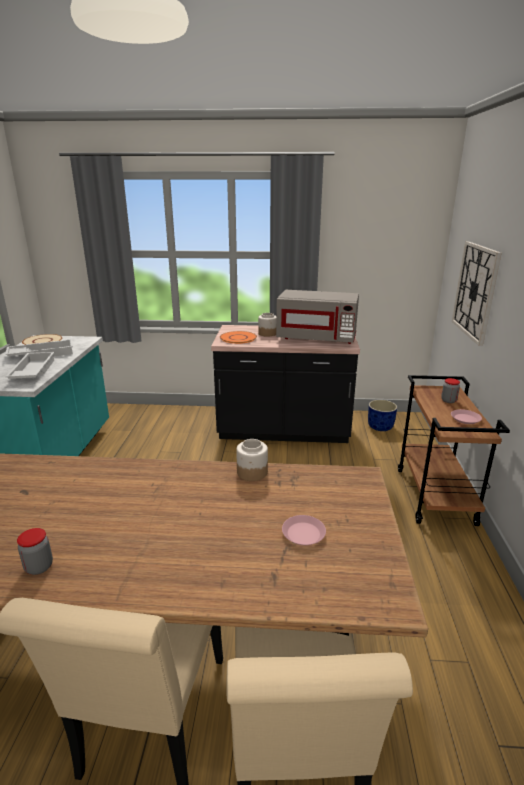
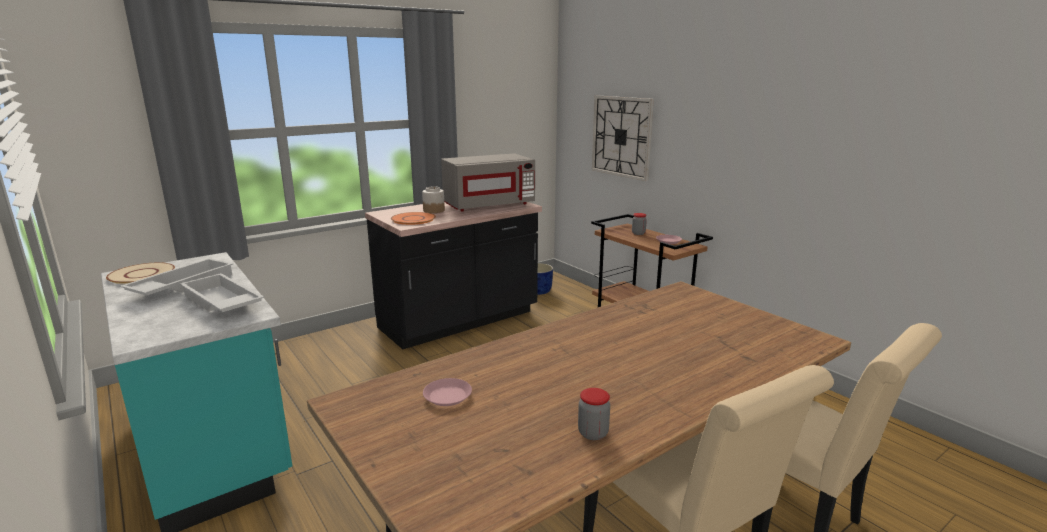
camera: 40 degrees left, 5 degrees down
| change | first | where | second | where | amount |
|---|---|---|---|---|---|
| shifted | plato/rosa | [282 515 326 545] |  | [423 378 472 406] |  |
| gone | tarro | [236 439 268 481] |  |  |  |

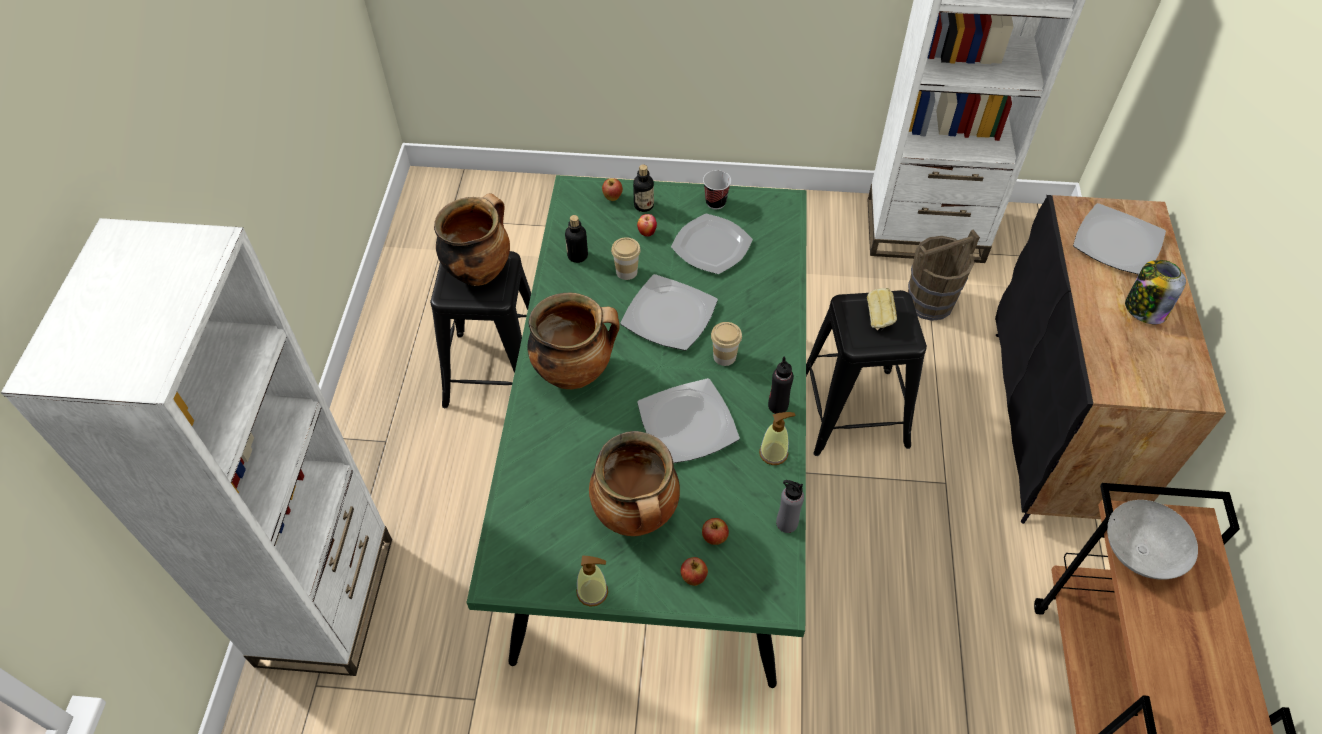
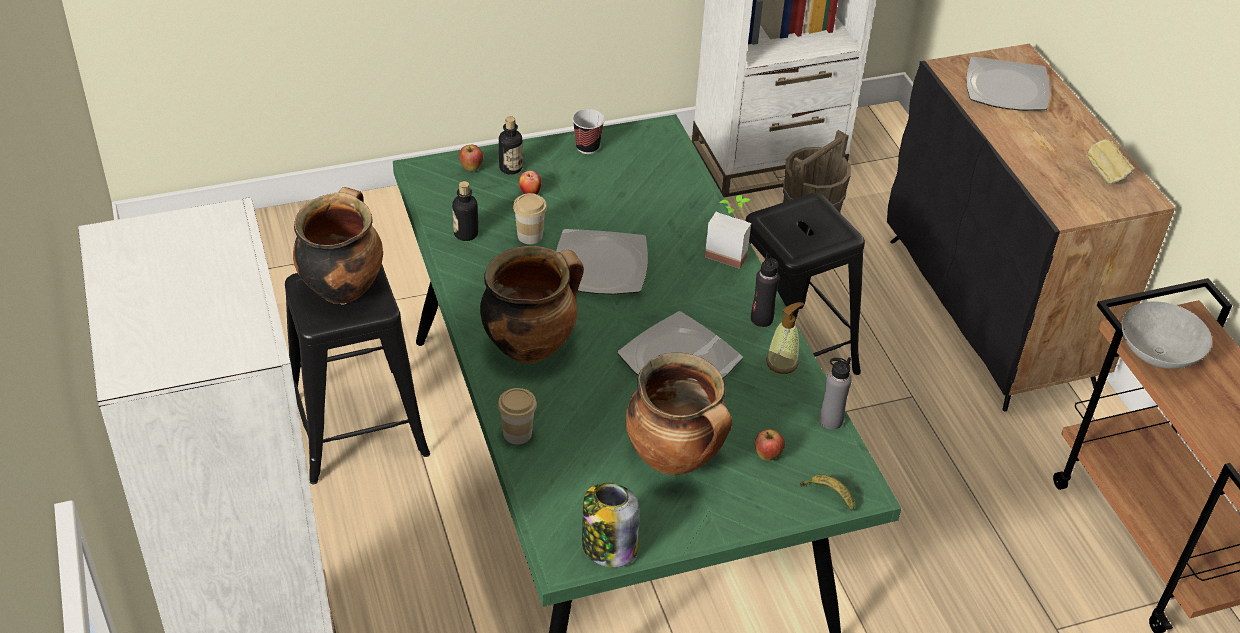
camera: 25 degrees left, 10 degrees down
| change | first | where | second | where | amount |
|---|---|---|---|---|---|
| shifted | taza | [711 322 742 366] |  | [498 388 537 445] |  |
| shifted | tarro | [1125 260 1186 325] |  | [582 483 639 567] |  |
| new |  |  | planta en maceta | [705 195 751 269] |  |
| new |  |  | plátano | [800 474 854 511] |  |
| shifted | pan | [867 288 897 328] |  | [1087 139 1134 184] |  |
| gone | dispensador de jabón | [576 556 608 607] |  |  |  |
| gone | plato | [671 214 753 274] |  |  |  |
| gone | manzana | [680 557 708 586] |  |  |  |

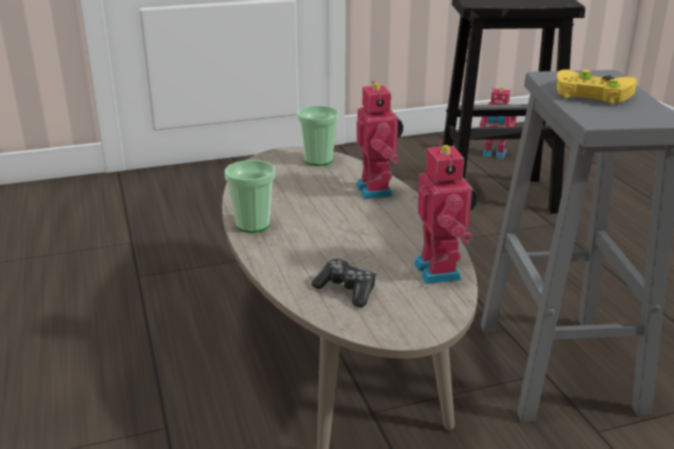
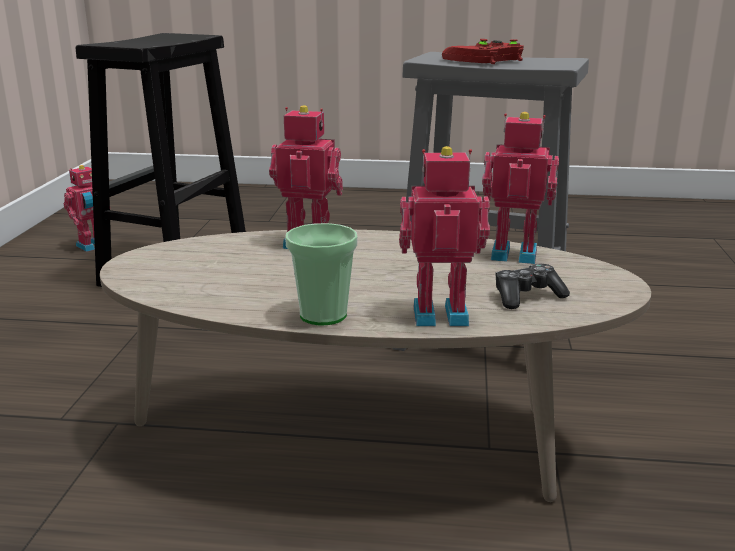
camera: 65 degrees left, 5 degrees down
| change | first | where | second | where | amount |
|---|---|---|---|---|---|
| new |  |  | robot de juguete | [399 146 490 326] |  |
| repainted | mando de consola/amarillo | [556 69 637 105] | mando de consola/rojo | [442 39 524 64] |  |
| gone | taza | [297 106 339 166] |  |  |  |

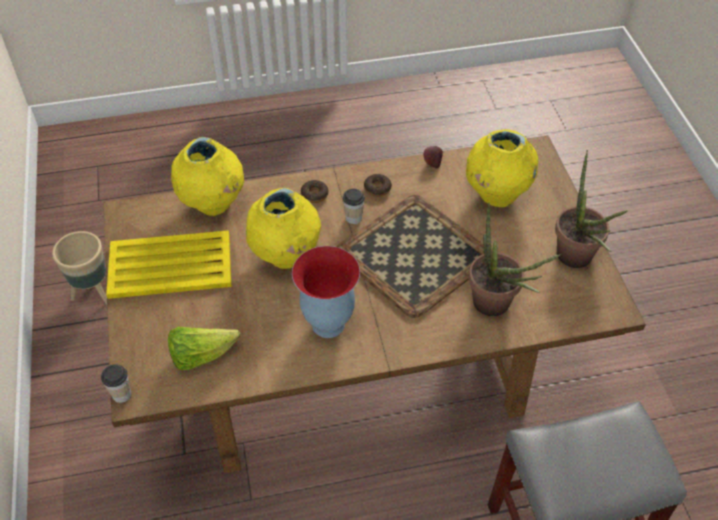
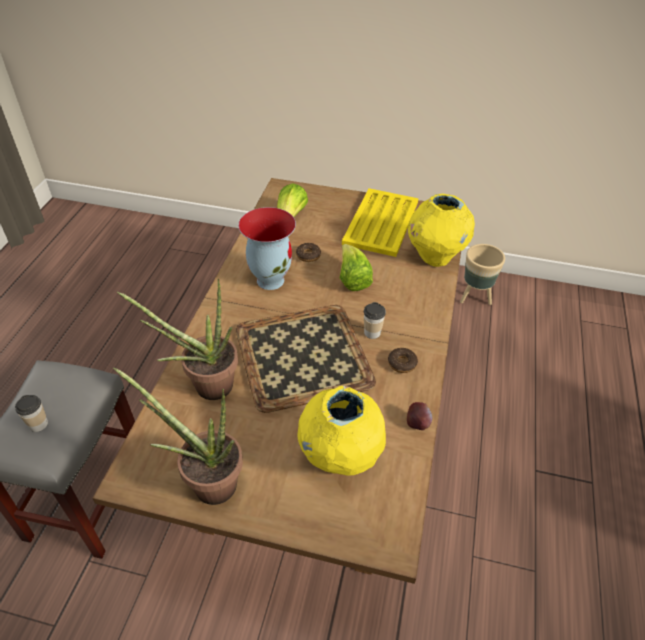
camera: 115 degrees right, 5 degrees down
| change | first | where | second | where | amount |
|---|---|---|---|---|---|
| shifted | taza | [101 364 131 403] |  | [15 395 48 432] |  |
| shifted | rosquilla | [301 180 328 203] |  | [296 243 321 262] |  |
| swapped | florero/amarillo | [246 188 321 269] | lechuga | [340 244 373 291] |  |

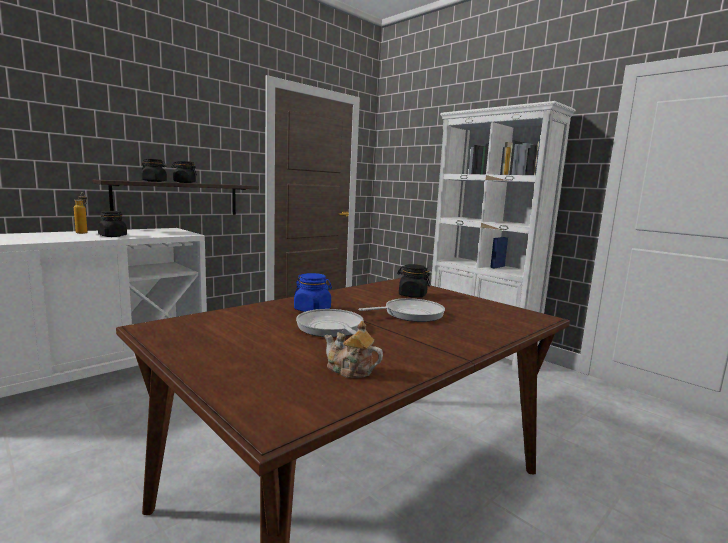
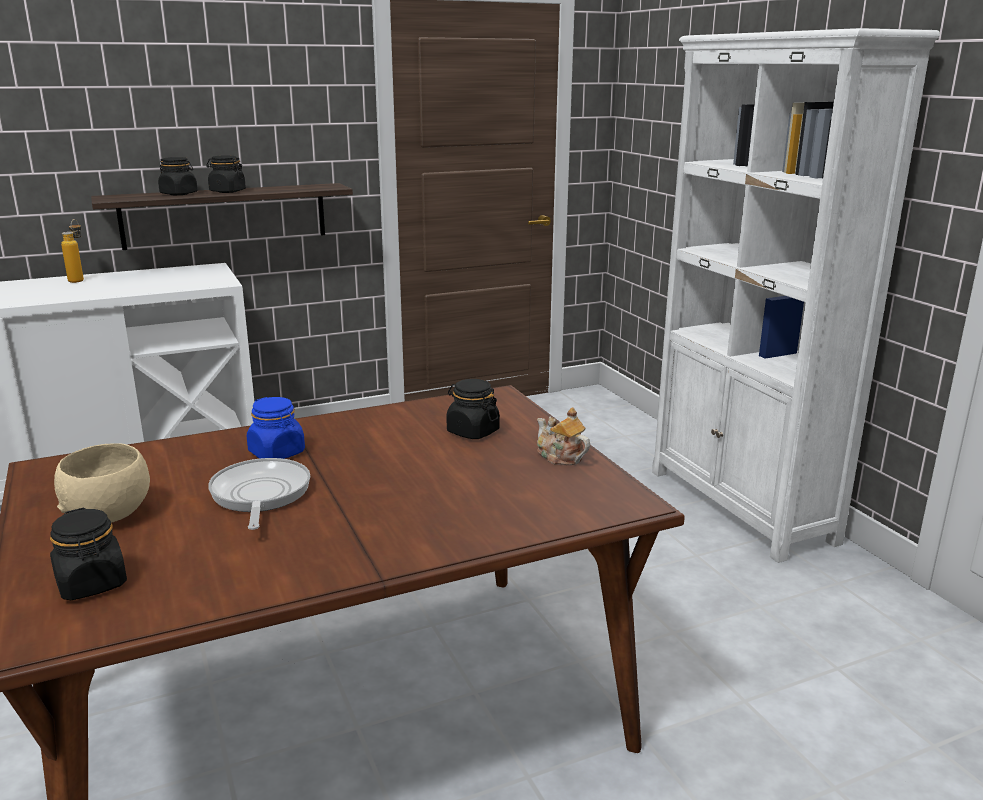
camera: 20 degrees right, 10 degrees up
| change | first | where | second | where | amount |
|---|---|---|---|---|---|
| shifted | tarro/negro | [98 211 127 237] |  | [50 508 127 600] |  |
| new |  |  | cuenco/beis | [54 443 150 523] |  |
| shifted | tetera | [325 321 383 378] |  | [537 407 590 465] |  |
| gone | sartén | [359 298 445 322] |  |  |  |

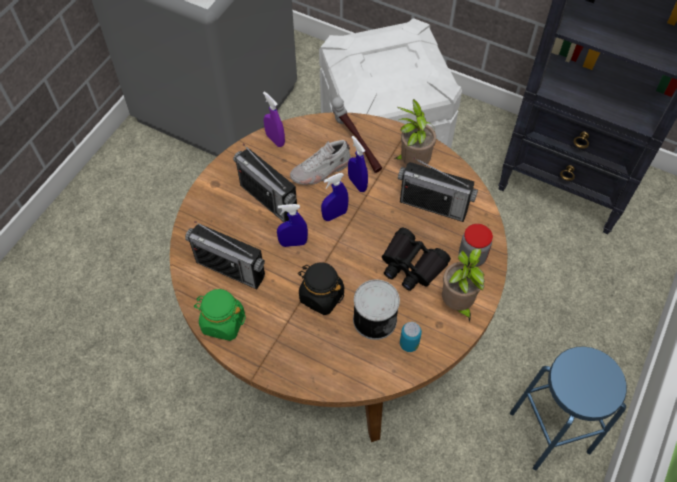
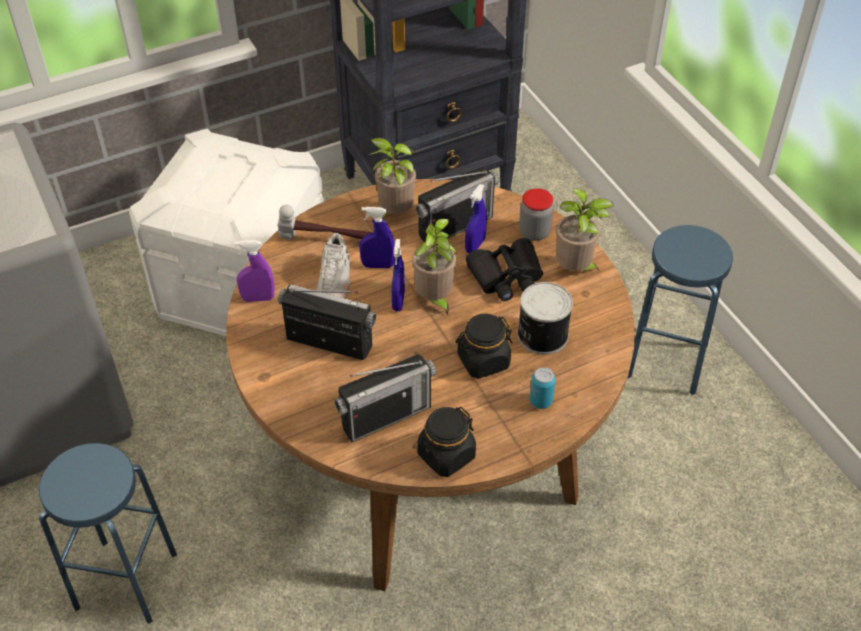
camera: 55 degrees left, 10 degrees down
| change | first | where | second | where | amount |
|---|---|---|---|---|---|
| new |  |  | taburete/azul | [39 443 177 624] |  |
| rotated | radio | [233 144 298 222] |  | [278 284 376 360] | 150 degrees counterclockwise |
| new |  |  | planta en maceta | [412 219 457 316] |  |
| repainted | tarro/verde | [194 289 246 341] | tarro/negro | [417 407 476 477] |  |
| shifted | pulverizador/azul | [277 204 308 247] |  | [465 184 487 254] |  |
| shifted | lata | [400 322 422 352] |  | [530 367 555 409] |  |

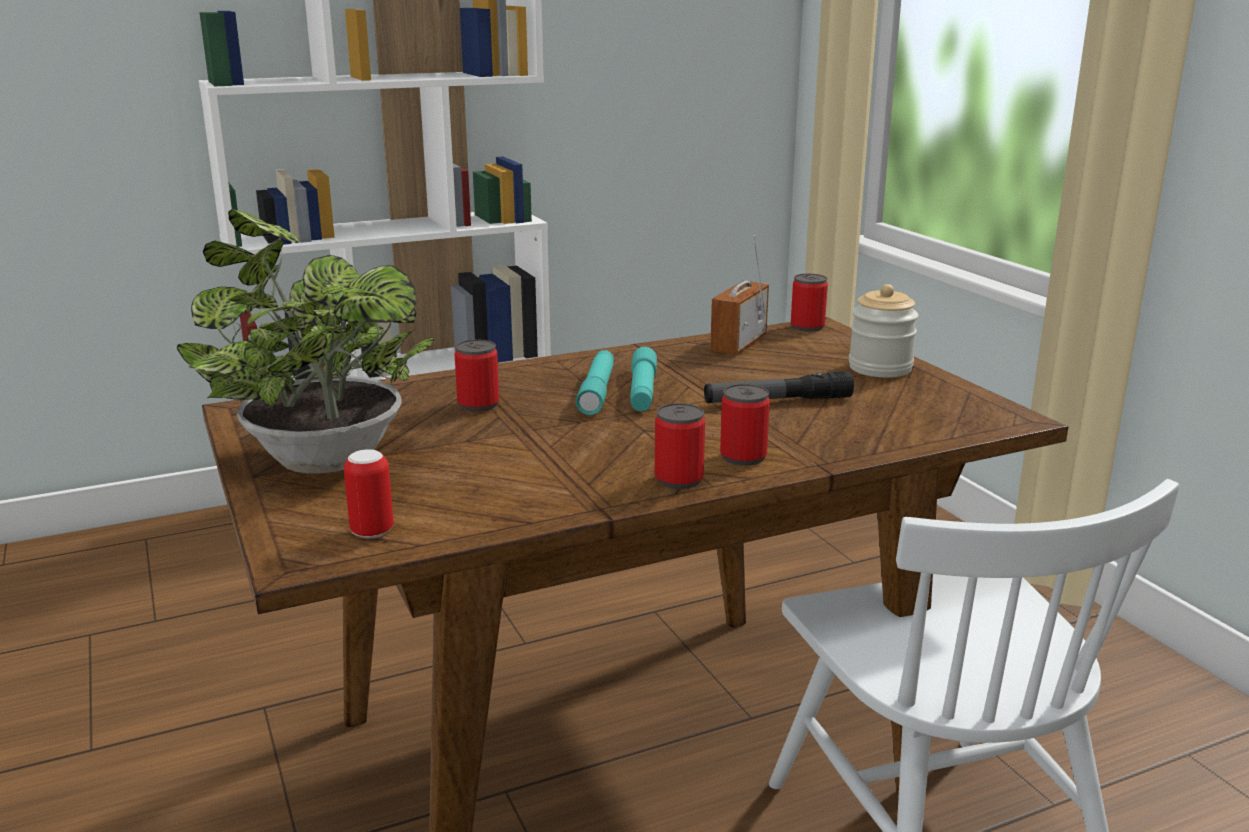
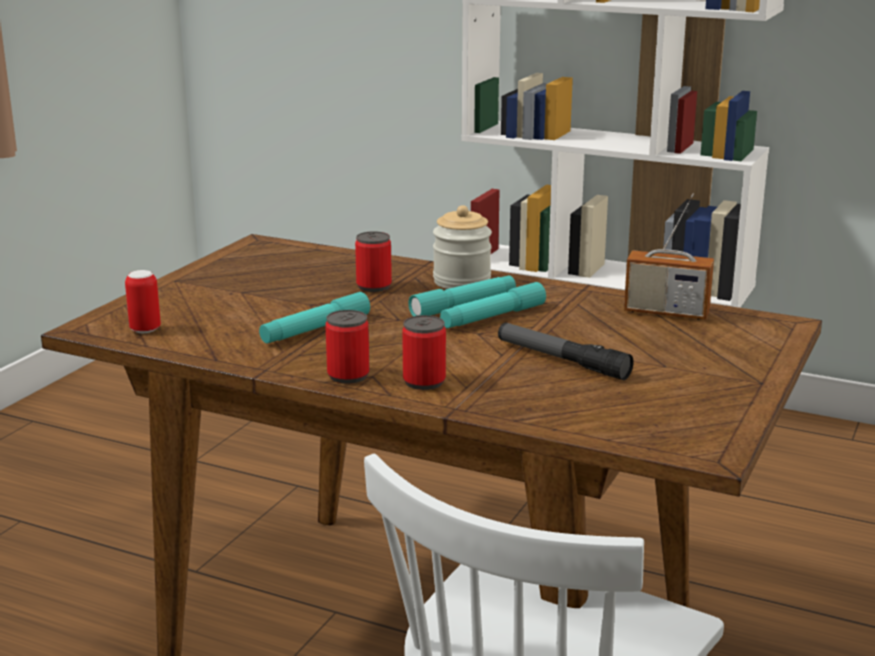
camera: 50 degrees right, 0 degrees up
| change | first | where | second | where | amount |
|---|---|---|---|---|---|
| new |  |  | linterna/turquesa | [259 292 370 344] |  |
| shifted | tarro | [849 284 919 378] |  | [433 205 492 289] |  |
| rotated | radio | [710 235 769 354] |  | [624 193 714 320] | 150 degrees counterclockwise |
| gone | planta en maceta | [176 209 434 474] |  |  |  |
| gone | lata | [791 274 828 332] |  |  |  |

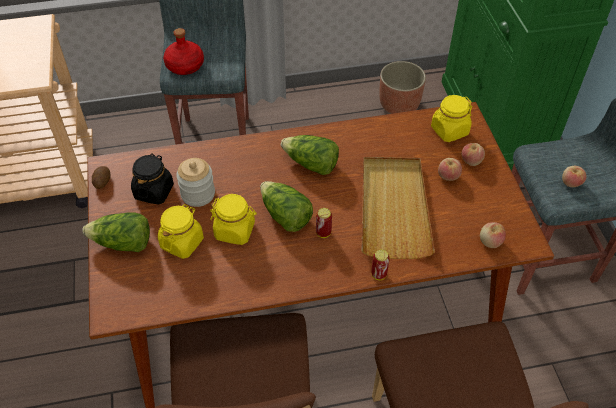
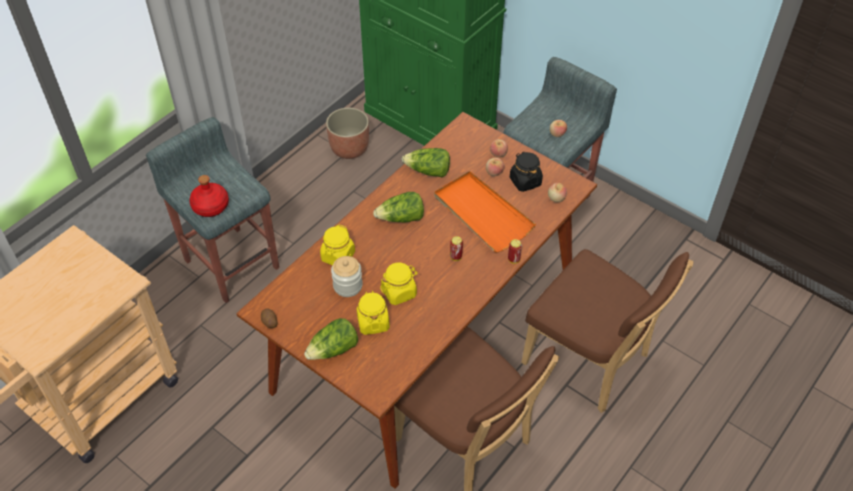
camera: 40 degrees left, 0 degrees up
| change | first | where | second | where | amount |
|---|---|---|---|---|---|
| shifted | tarro/amarillo | [431 95 472 142] |  | [320 224 355 265] |  |
| shifted | lechuga | [260 181 313 232] |  | [402 148 450 177] |  |
| repainted | bandeja/beis | [361 157 435 259] | bandeja/naranja | [434 171 536 252] |  |
| shifted | tarro/negro | [131 153 174 205] |  | [510 151 543 192] |  |

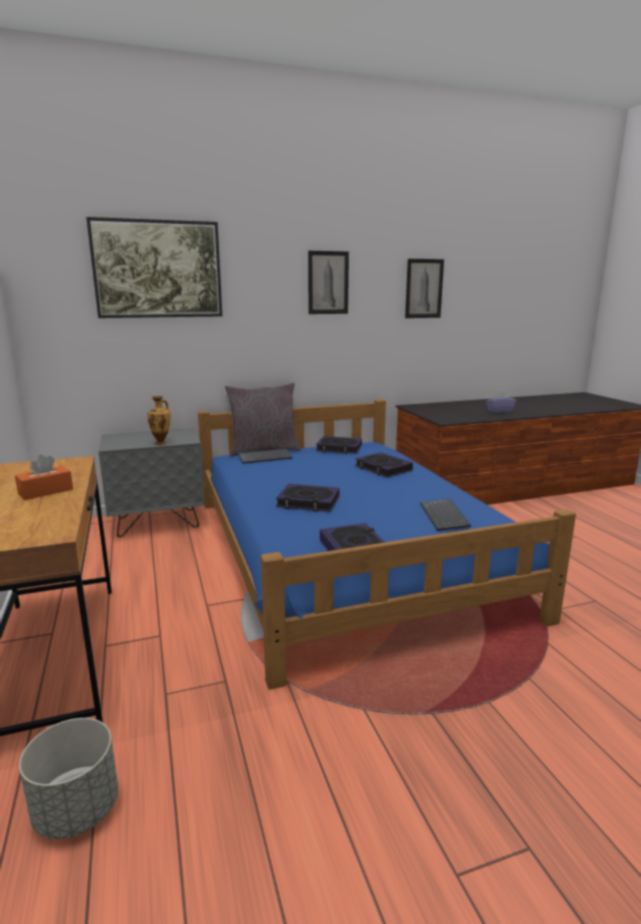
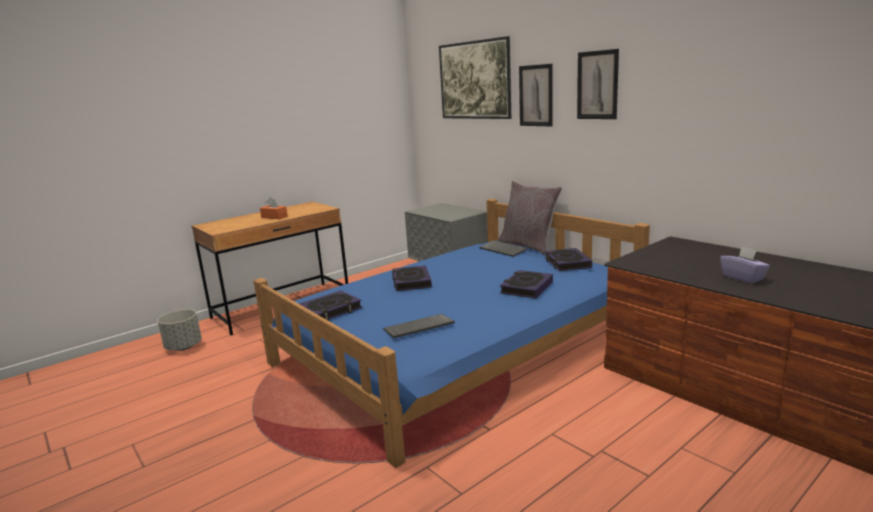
camera: 70 degrees right, 0 degrees up
| change | first | where | second | where | amount |
|---|---|---|---|---|---|
| shifted | cuadro | [405 259 444 318] |  | [519 64 552 126] |  |
| gone | florero | [148 396 171 445] |  |  |  |

